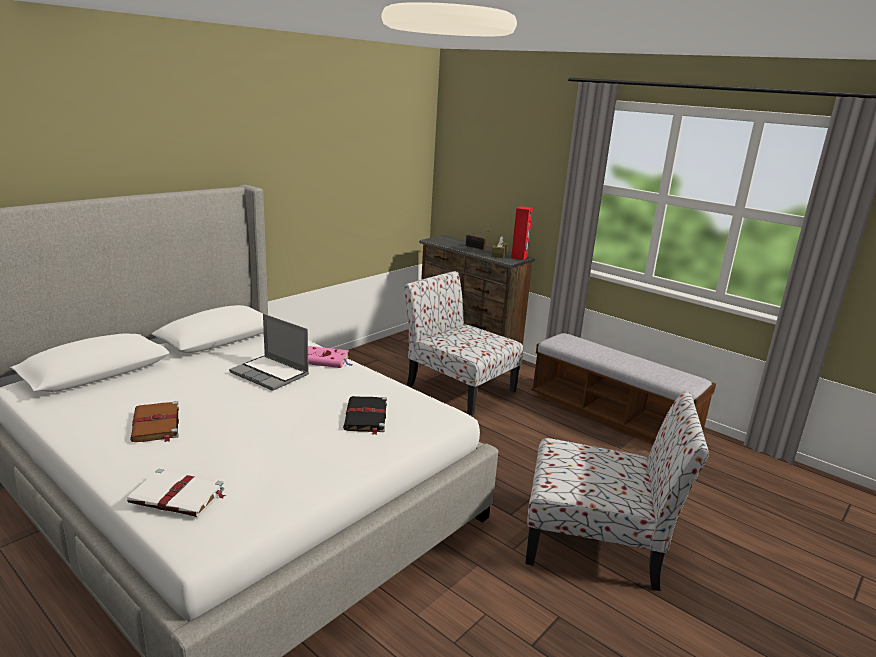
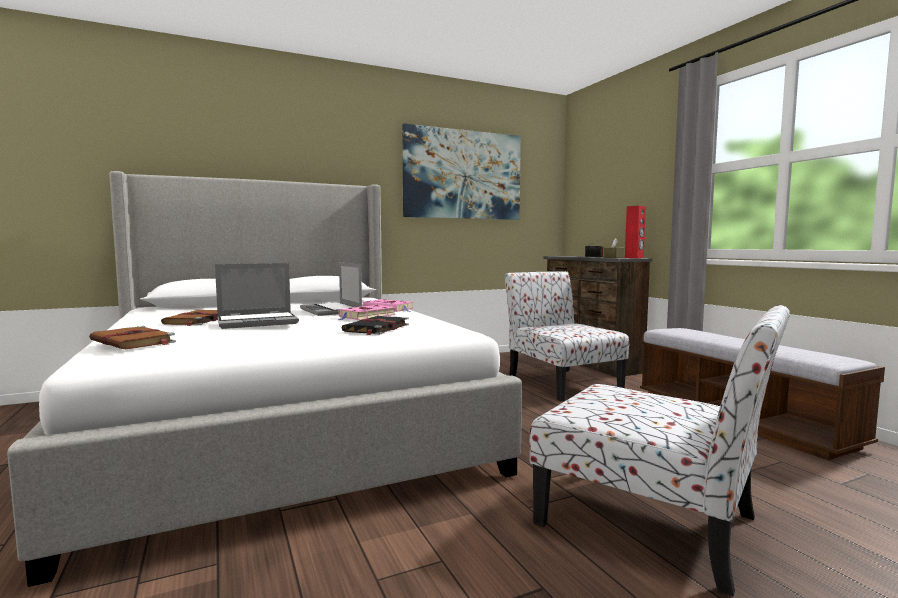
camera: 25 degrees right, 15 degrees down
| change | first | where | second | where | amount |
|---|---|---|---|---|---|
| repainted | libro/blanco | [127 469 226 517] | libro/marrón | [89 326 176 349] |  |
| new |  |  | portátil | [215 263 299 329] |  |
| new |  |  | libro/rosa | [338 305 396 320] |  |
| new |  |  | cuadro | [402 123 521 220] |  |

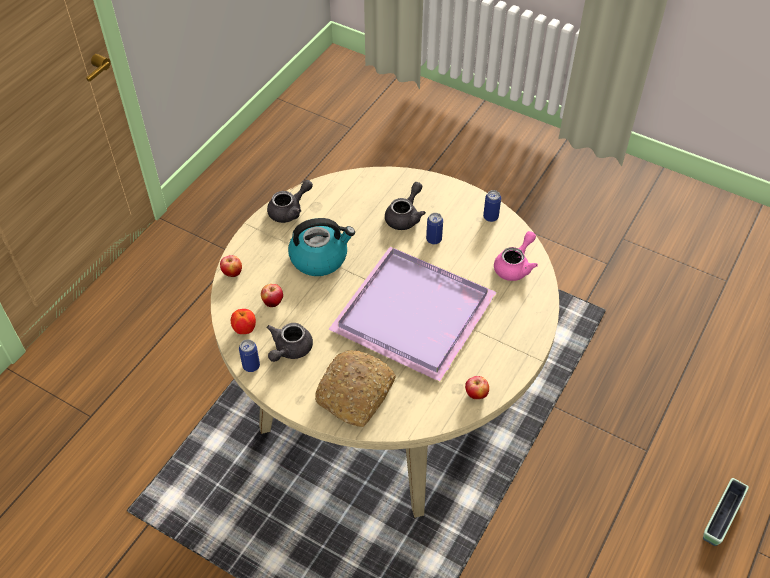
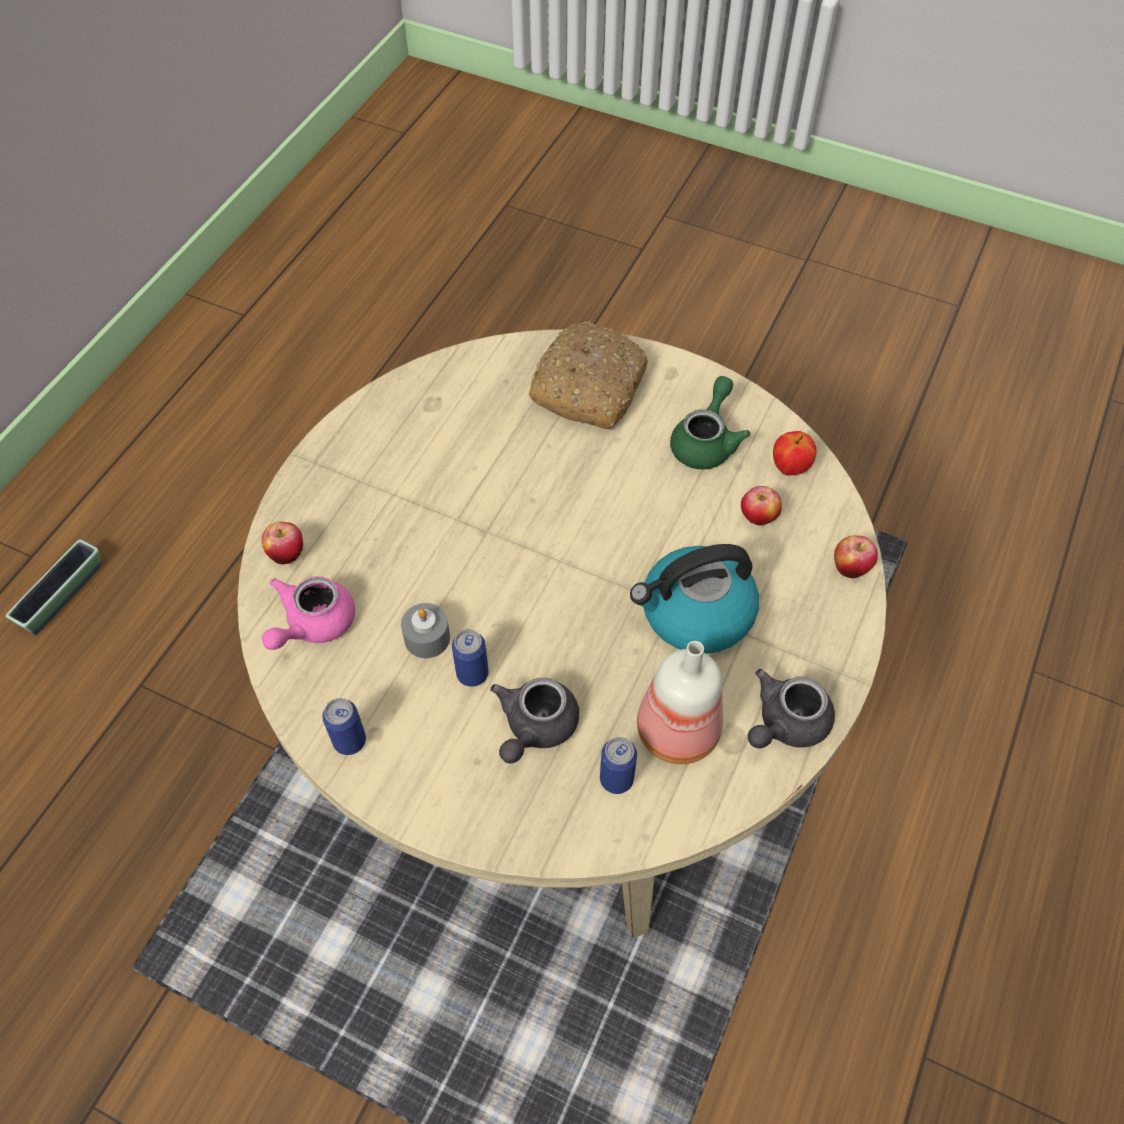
camera: 175 degrees right, 5 degrees up
| change | first | where | second | where | amount |
|---|---|---|---|---|---|
| shifted | manzana | [465 376 489 399] |  | [262 522 303 564] |  |
| new |  |  | vela/gris | [401 603 450 658] |  |
| shifted | lata | [239 339 260 372] |  | [600 737 637 794] |  |
| new |  |  | botella | [637 641 723 764] |  |
| repainted | tetera/gris | [267 323 313 362] | tetera/verde | [670 376 750 469] |  |
| gone | bandeja/morado | [328 246 497 382] |  |  |  |

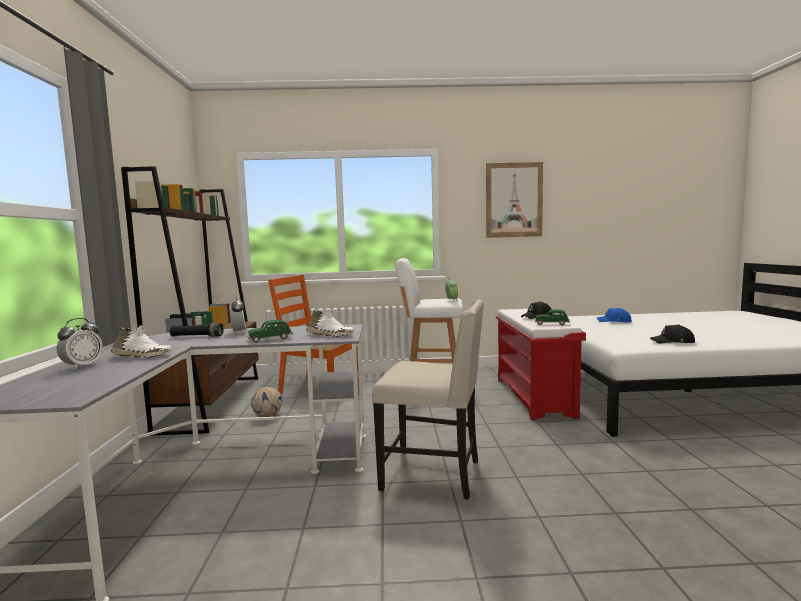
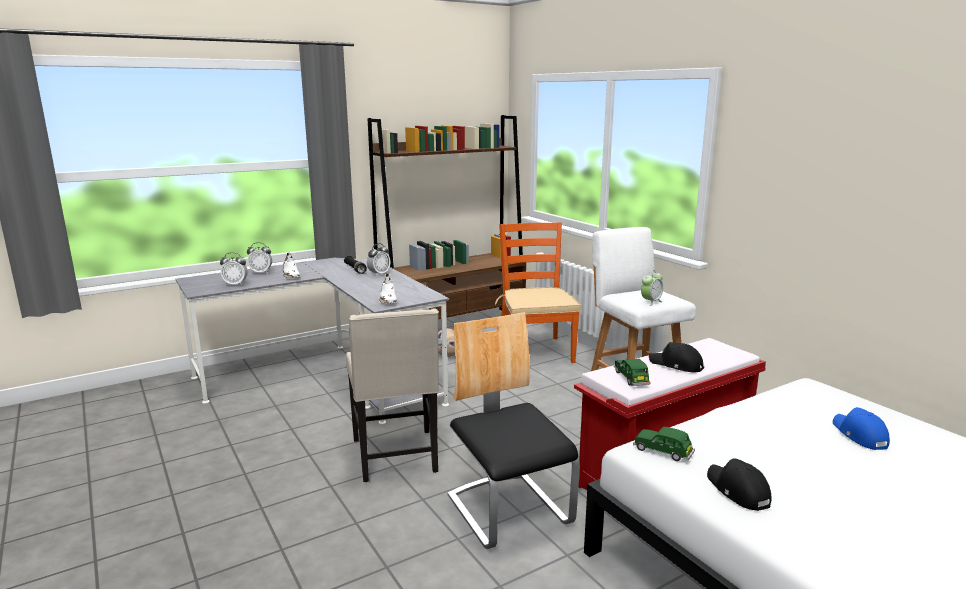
camera: 60 degrees right, 10 degrees up
| change | first | where | second | where | amount |
|---|---|---|---|---|---|
| new |  |  | despertador | [220 252 248 286] |  |
| new |  |  | silla | [448 312 580 549] |  |
| shifted | coche de juguete/verde | [247 320 293 343] |  | [633 427 695 461] |  |
| gone | cuadro | [486 162 543 238] |  |  |  |

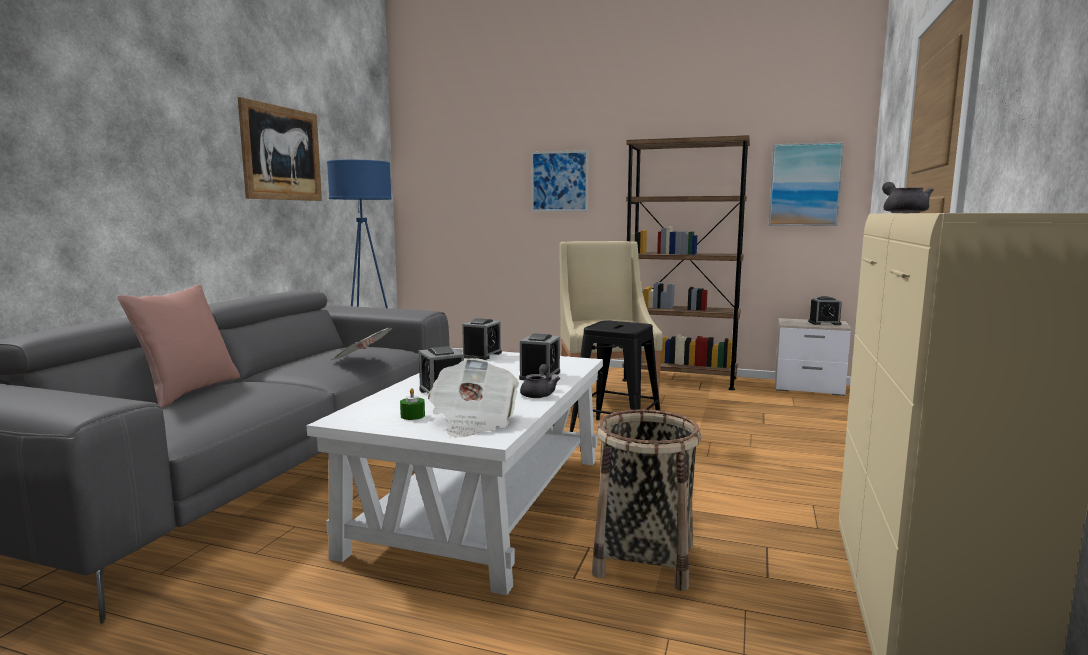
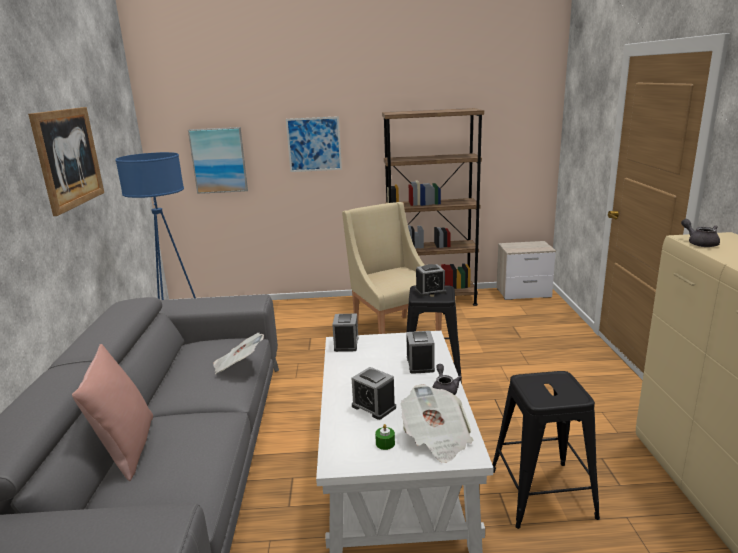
camera: 20 degrees left, 10 degrees up
| change | first | where | second | where | amount |
|---|---|---|---|---|---|
| shifted | cuadro | [769 142 844 226] |  | [188 127 248 194] |  |
| shifted | despertador | [808 296 842 325] |  | [415 264 446 296] |  |
| swapped | cesta | [592 409 701 591] | taburete/negro | [493 371 600 529] |  |

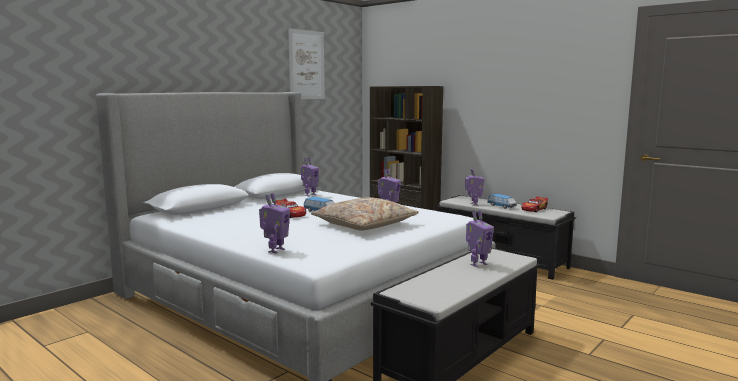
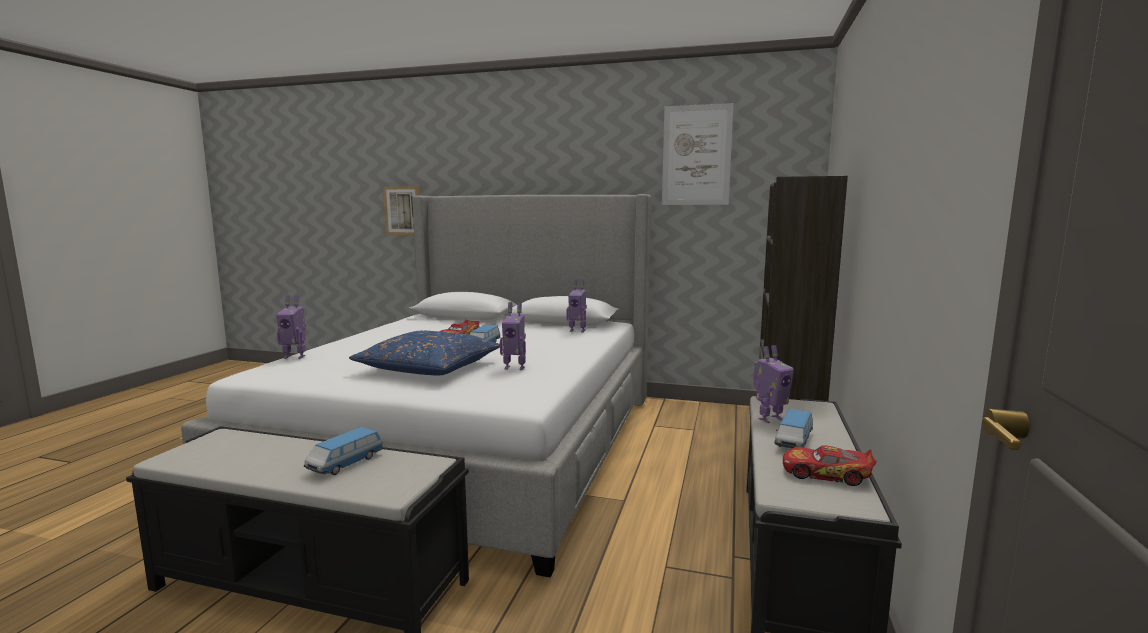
camera: 65 degrees right, 0 degrees up
| change | first | where | second | where | amount |
|---|---|---|---|---|---|
| swapped | robot de juguete | [466 210 494 267] | coche de juguete | [304 427 383 475] |  |
| repainted | cojín/beis | [311 197 419 231] | cojín/azul | [349 331 500 376] |  |
| new |  |  | cuadro | [383 186 420 235] |  |

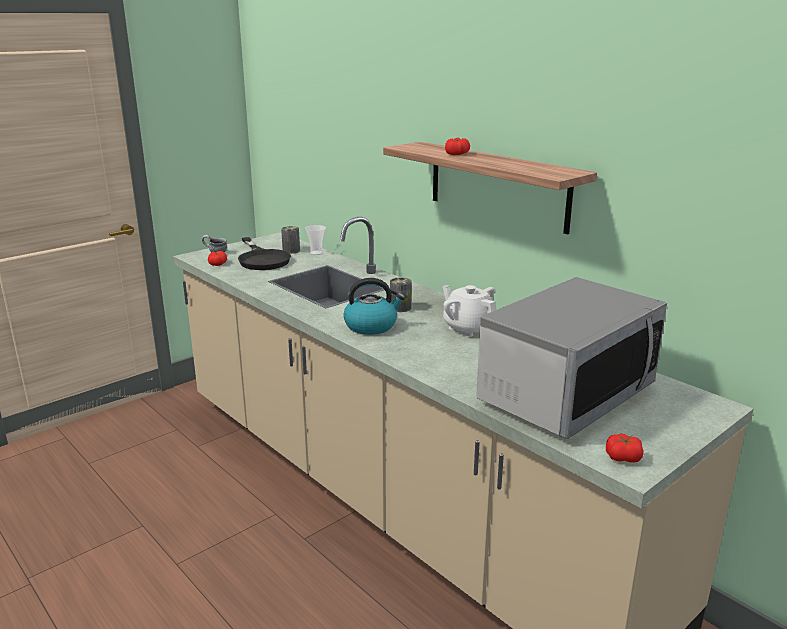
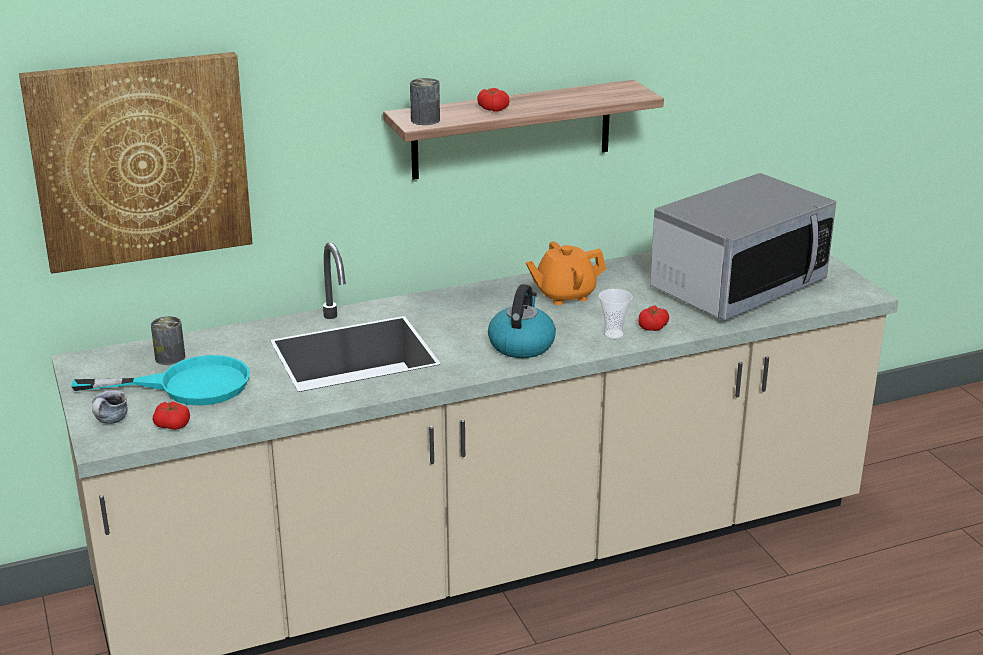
camera: 70 degrees left, 5 degrees up
| change | first | where | second | where | amount |
|---|---|---|---|---|---|
| new |  |  | cuadro | [19 52 253 274] |  |
| repainted | sartén/negro | [238 237 291 270] | sartén/turquesa | [71 355 250 405] |  |
| shifted | lata | [390 277 412 312] |  | [410 78 440 125] |  |
| repainted | tetera/blanco | [443 285 496 337] | tetera/naranja | [526 241 606 305] |  |
| shifted | taza | [305 225 326 255] |  | [599 289 633 339] |  |
| shifted | tomate | [606 434 644 463] |  | [639 306 669 331] |  |
| rotated | microondas | [476 277 667 439] |  | [650 173 837 320] | 75 degrees clockwise |

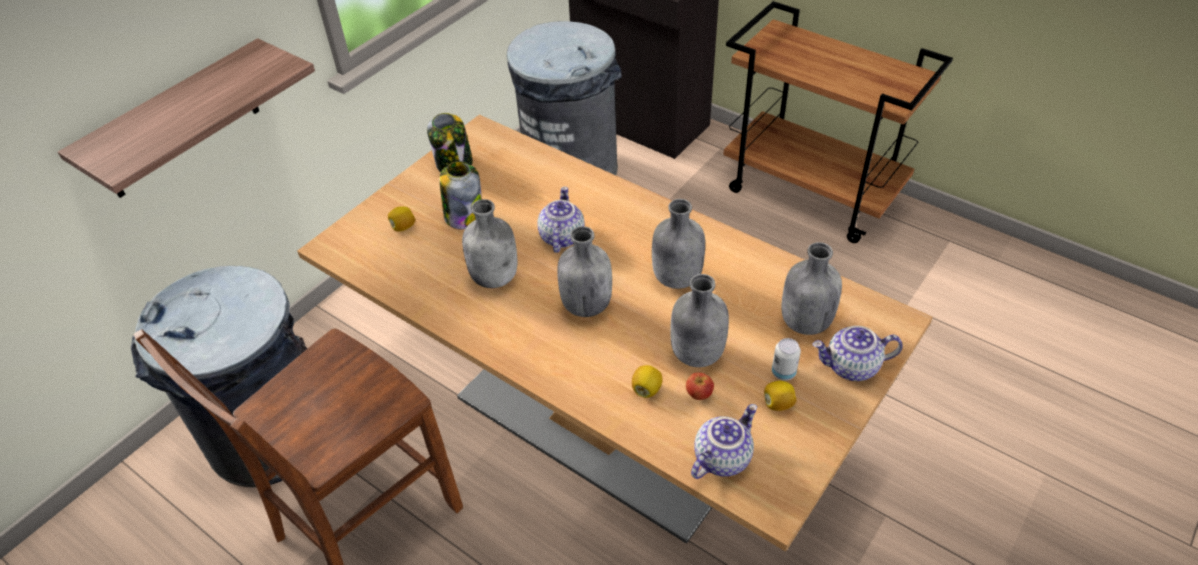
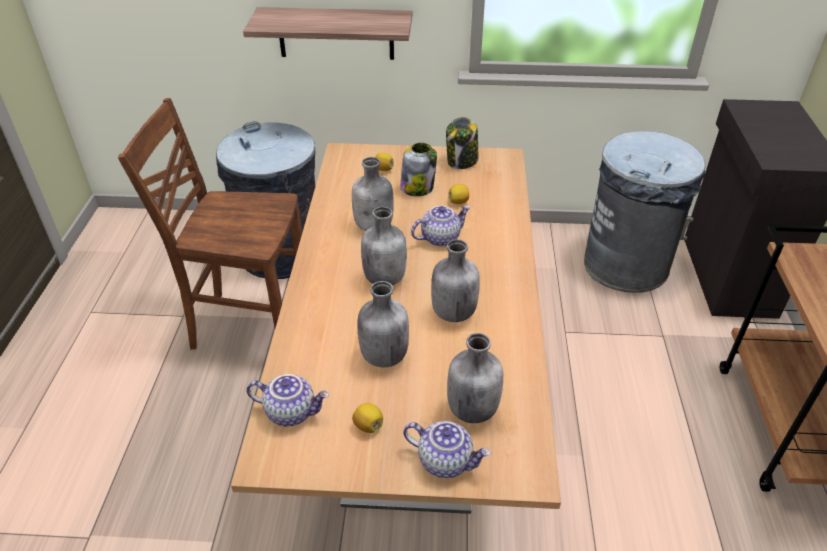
camera: 55 degrees right, 5 degrees down
| change | first | where | second | where | amount |
|---|---|---|---|---|---|
| rotated | tetera | [813 326 903 381] |  | [403 421 491 478] | 150 degrees clockwise |
| shifted | limón | [632 365 663 398] |  | [448 184 469 204] |  |
| gone | manzana | [686 373 714 400] |  |  |  |
| gone | lata | [772 338 801 380] |  |  |  |

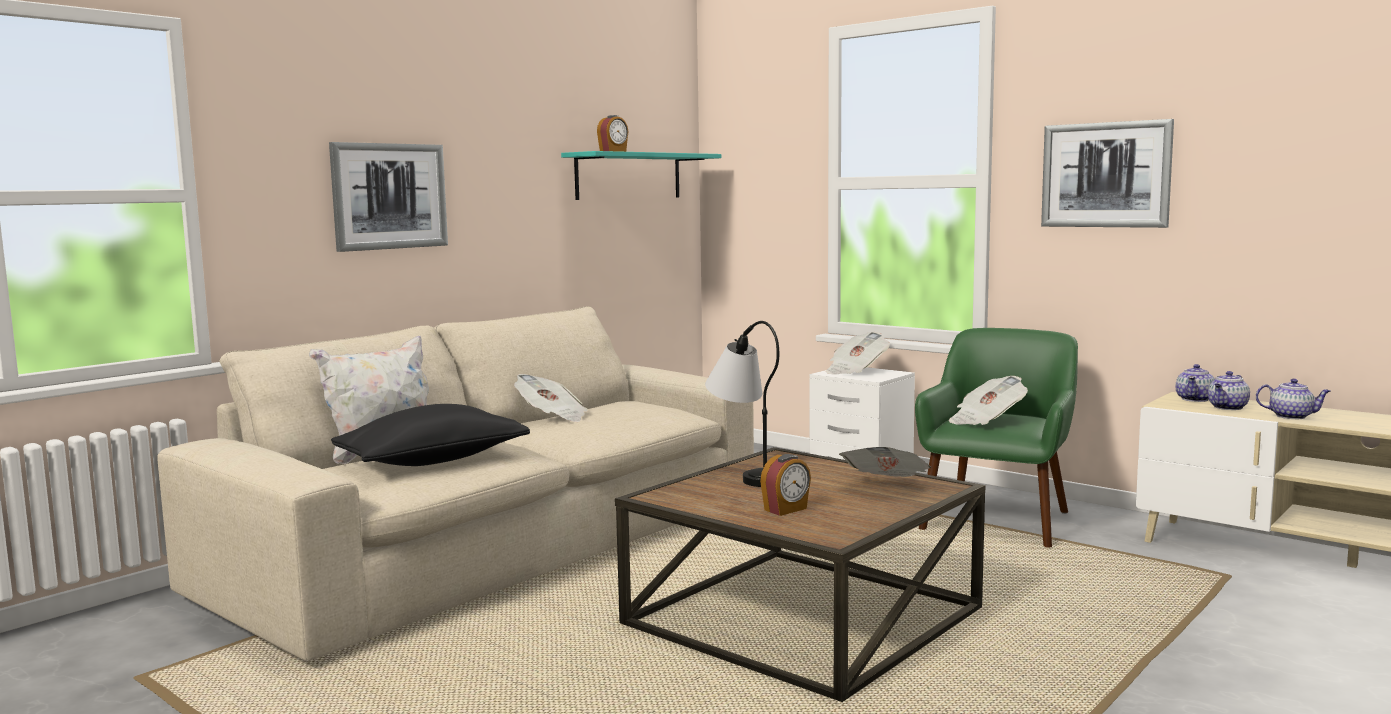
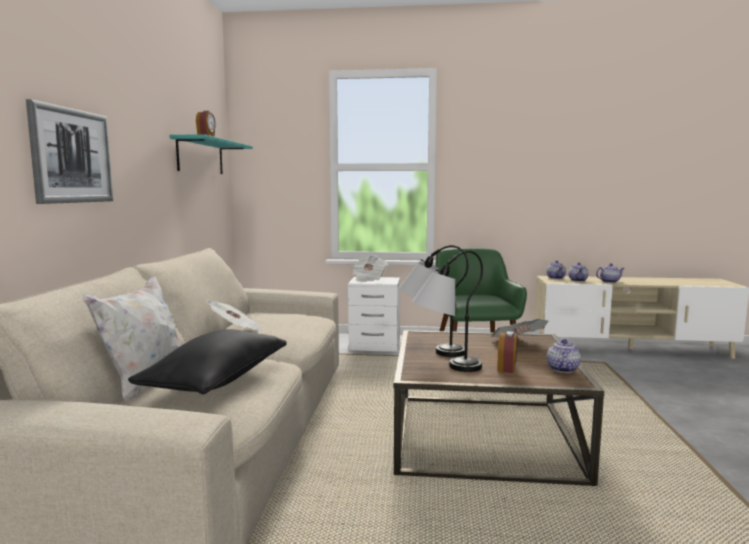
camera: 35 degrees left, 0 degrees up
| change | first | where | second | where | amount |
|---|---|---|---|---|---|
| new |  |  | lámpara de mesa | [412 251 483 372] |  |
| new |  |  | tetera | [547 339 581 373] |  |
| gone | periódico | [949 376 1028 425] |  |  |  |
| gone | cuadro | [1041 119 1174 228] |  |  |  |

